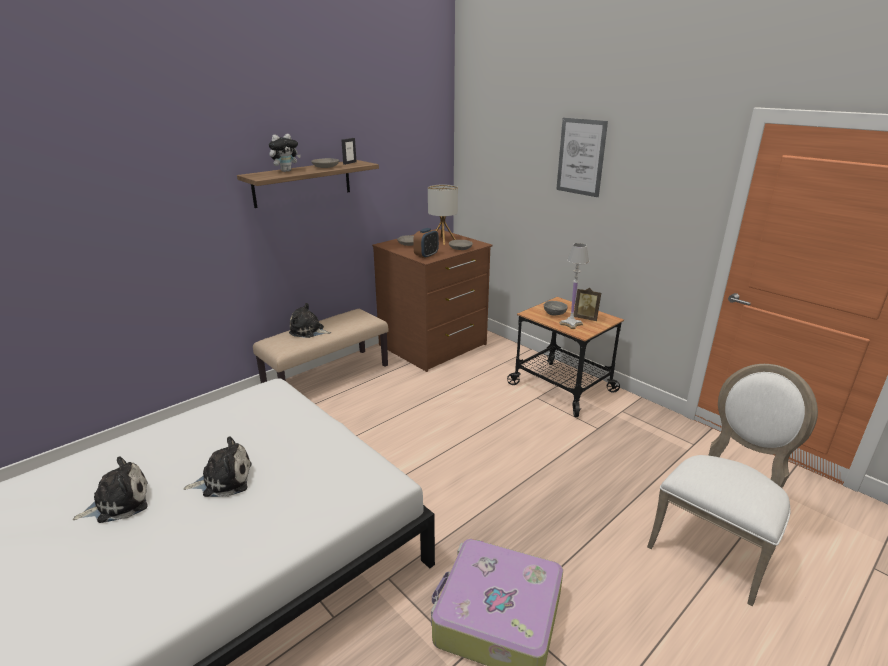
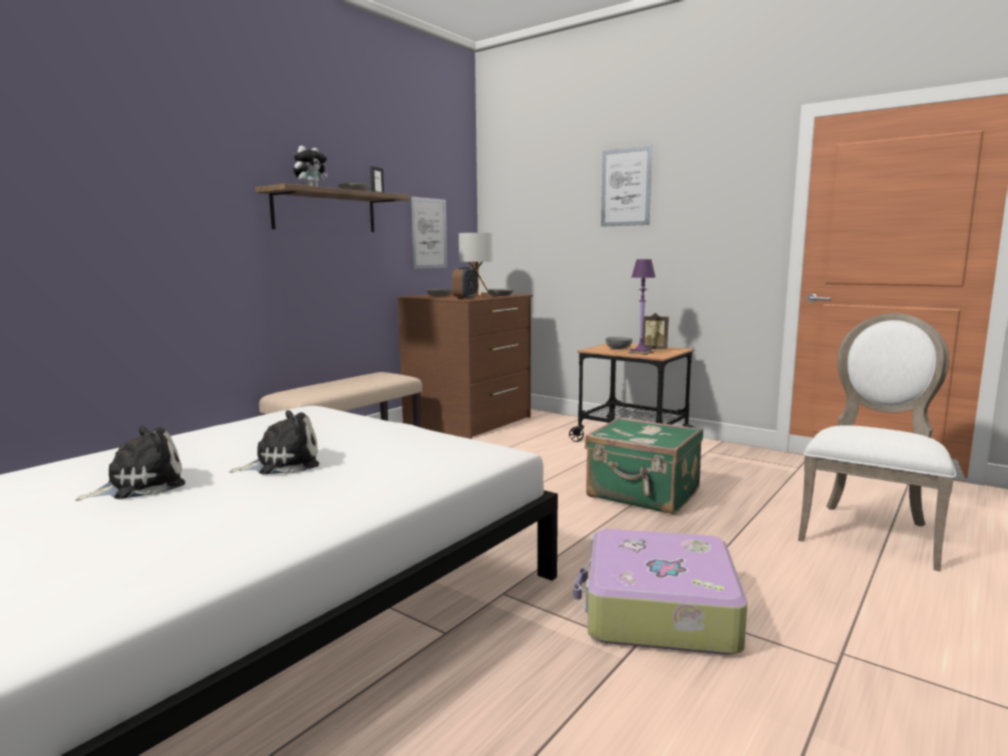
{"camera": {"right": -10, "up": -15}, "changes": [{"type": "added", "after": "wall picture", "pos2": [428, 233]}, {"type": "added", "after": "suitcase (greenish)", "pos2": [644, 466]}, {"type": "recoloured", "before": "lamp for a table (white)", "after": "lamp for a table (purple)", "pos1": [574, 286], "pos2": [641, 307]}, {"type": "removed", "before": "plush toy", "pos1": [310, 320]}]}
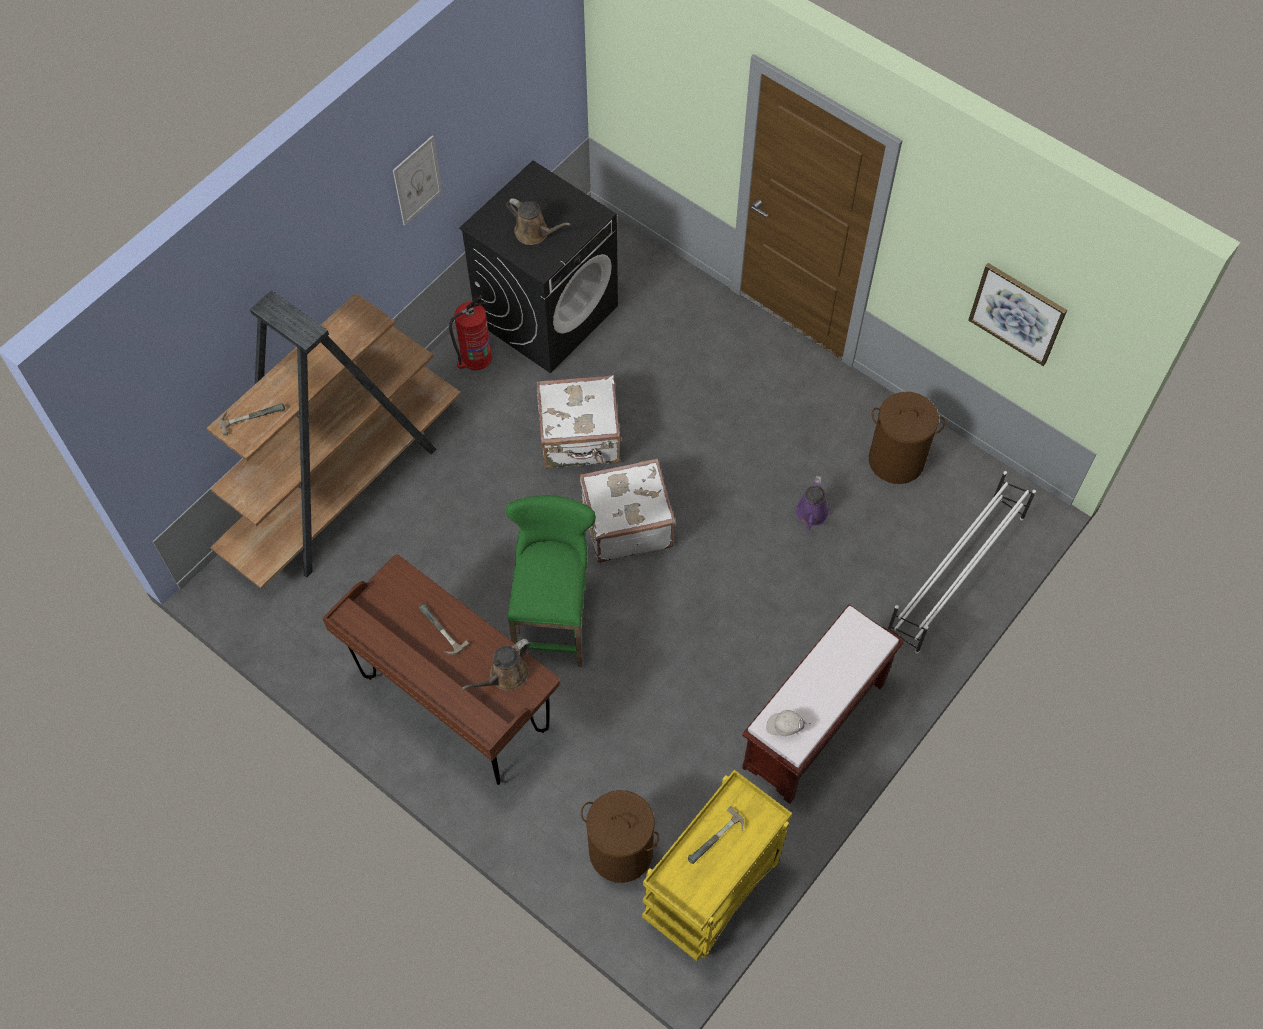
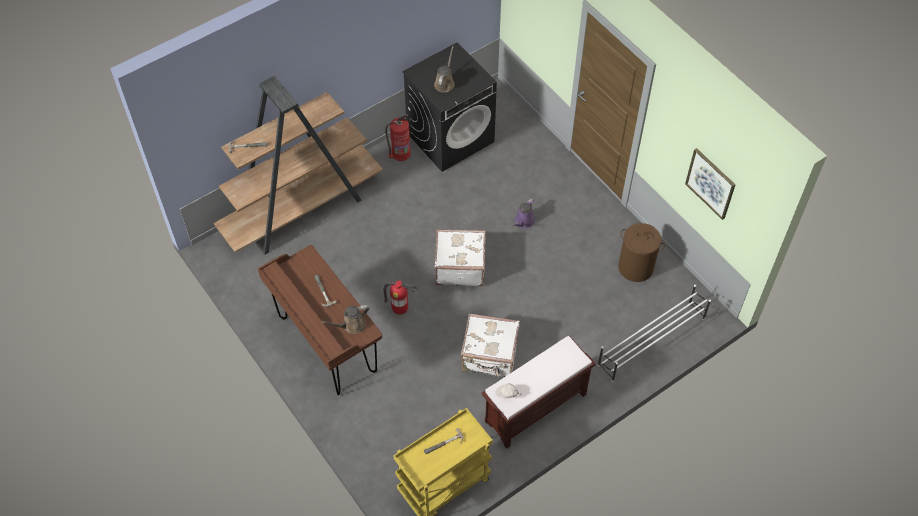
{"camera": {"right": 15, "up": -5}, "changes": [{"type": "replaced", "before": "stool (greenish)", "after": "fire-fighting cylinder", "pos1": [551, 581], "pos2": [400, 298]}, {"type": "turned", "before": "sprinkling can (brownish)", "pos1": [539, 221], "pos2": [444, 69], "turn": -120}, {"type": "moved", "before": "suitcase (white)", "pos1": [578, 422], "pos2": [490, 345]}, {"type": "moved", "before": "sprinkling can (purple)", "pos1": [812, 505], "pos2": [524, 213]}, {"type": "removed", "before": "wall picture", "pos1": [417, 180]}, {"type": "removed", "before": "laundry basket (brownish)", "pos1": [620, 836]}]}
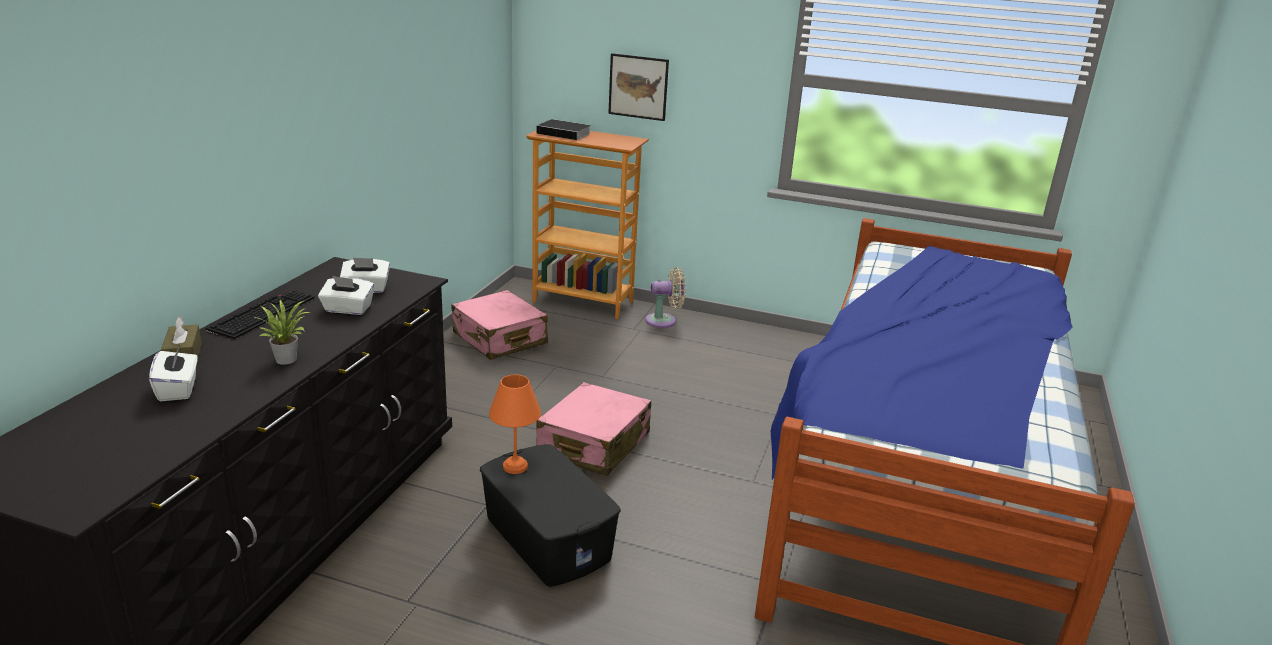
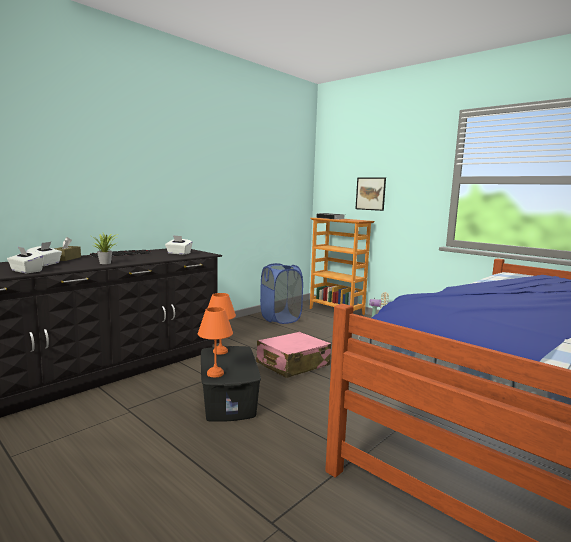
{"camera": {"right": 25, "up": -15}, "changes": [{"type": "moved", "before": "tissue box (white)", "pos1": [346, 295], "pos2": [25, 259]}, {"type": "added", "after": "lamp for a table (orange)", "pos2": [215, 342]}, {"type": "replaced", "before": "suitcase (pink-coloured)", "after": "laundry basket (bluish)", "pos1": [499, 325], "pos2": [281, 293]}]}
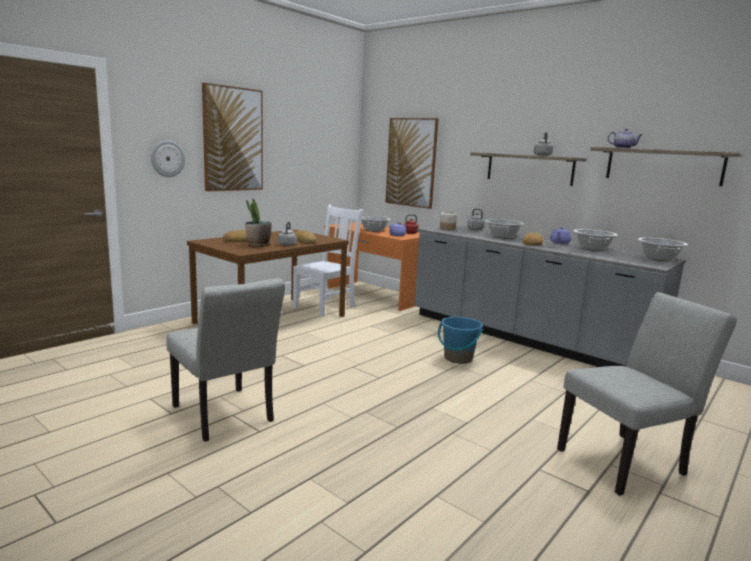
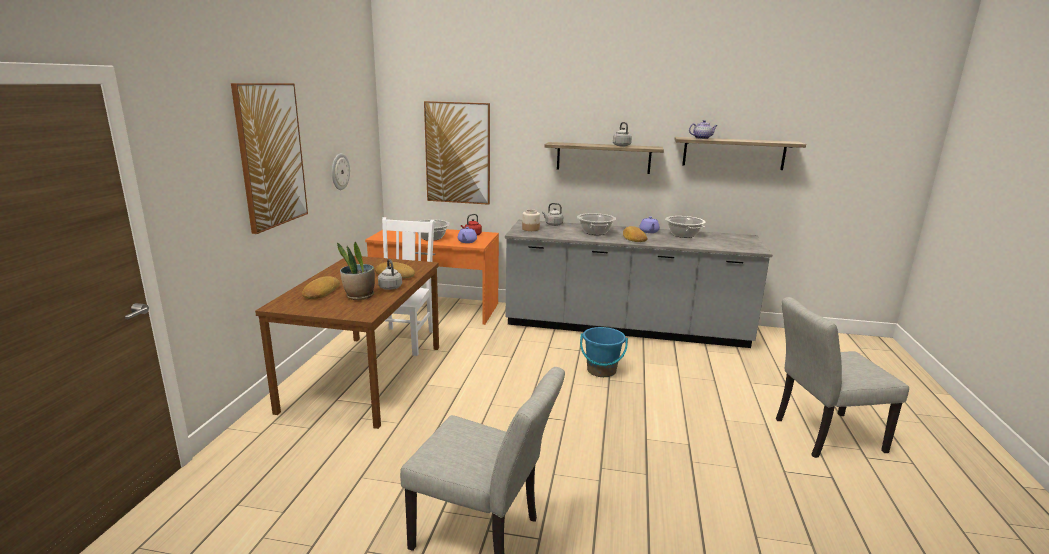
{"camera": {"right": -30, "up": 5}, "changes": [{"type": "moved", "before": "wall clock", "pos1": [168, 158], "pos2": [341, 171]}, {"type": "turned", "before": "upright chair (gray)", "pos1": [647, 394], "pos2": [842, 377], "turn": -135}, {"type": "removed", "before": "cooking pot", "pos1": [663, 249]}]}
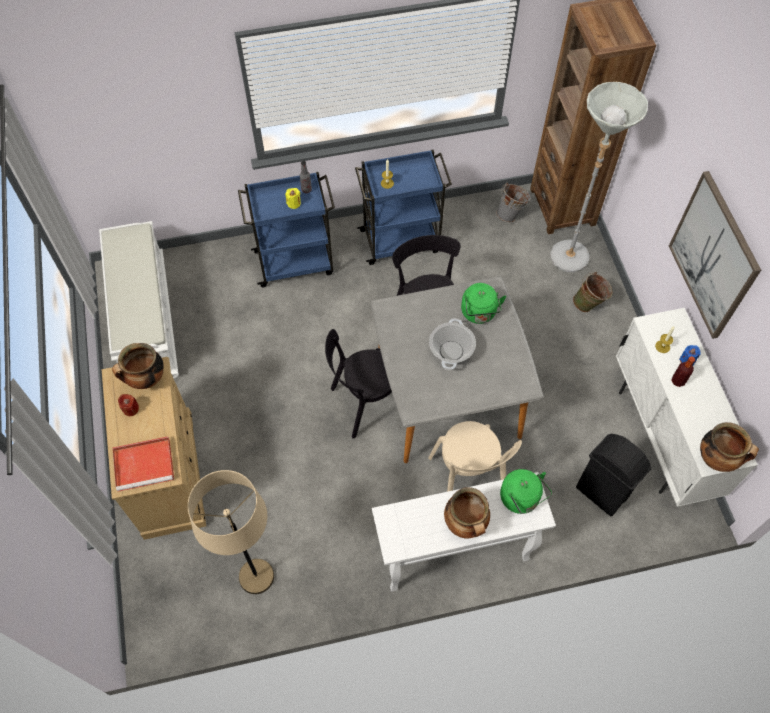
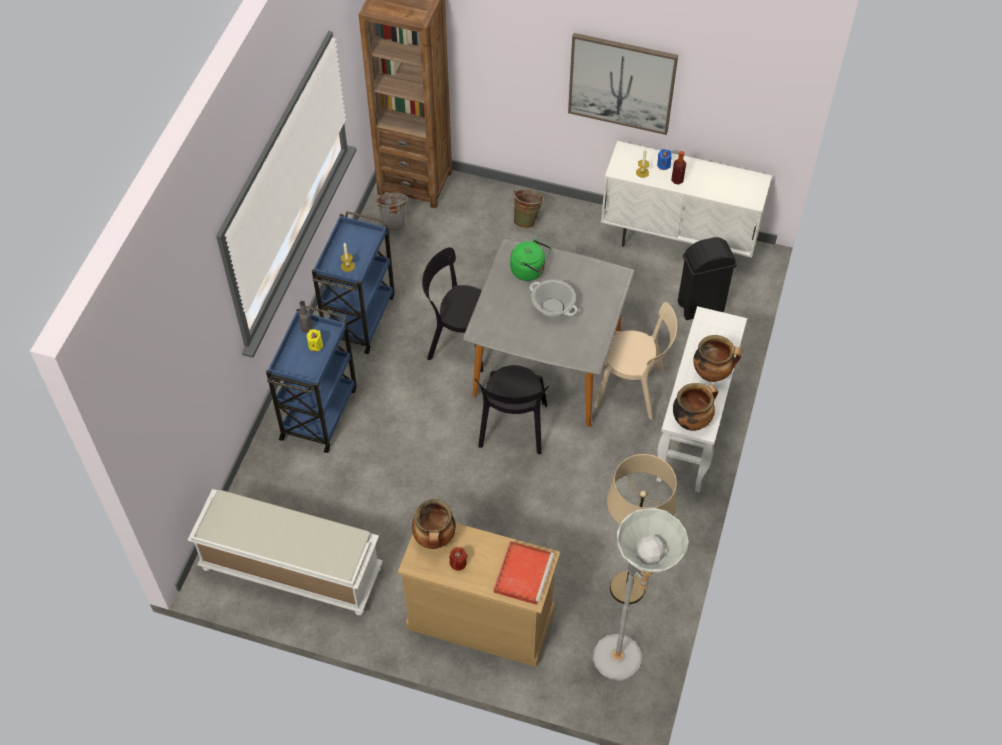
{"camera": {"right": -60, "up": -5}, "changes": [{"type": "moved", "before": "floor lamp (gray)", "pos1": [599, 177], "pos2": [641, 594]}, {"type": "moved", "before": "cooking pot", "pos1": [729, 447], "pos2": [695, 407]}, {"type": "removed", "before": "tea kettle (greenish)", "pos1": [526, 491]}]}
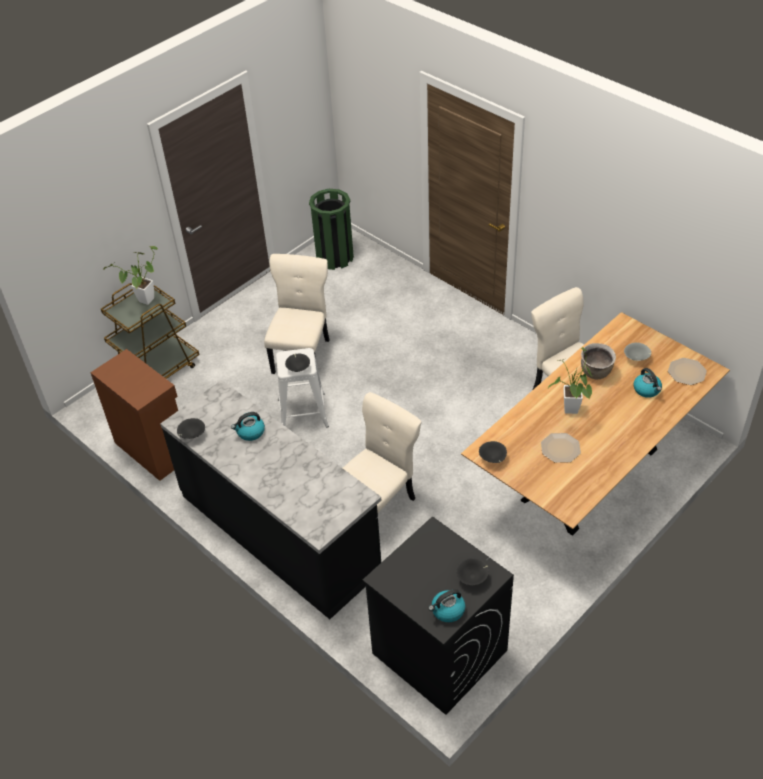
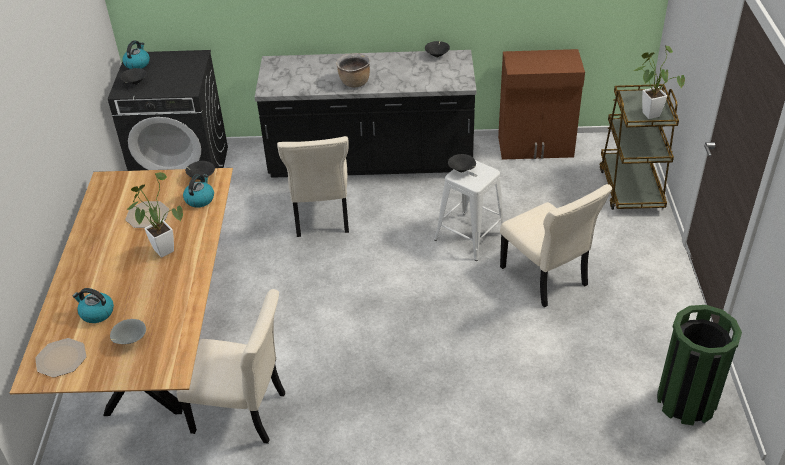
{"camera": {"right": 135, "up": -5}, "changes": [{"type": "moved", "before": "tea kettle", "pos1": [248, 426], "pos2": [198, 191]}, {"type": "moved", "before": "cooking pot (brownish)", "pos1": [598, 361], "pos2": [353, 70]}]}
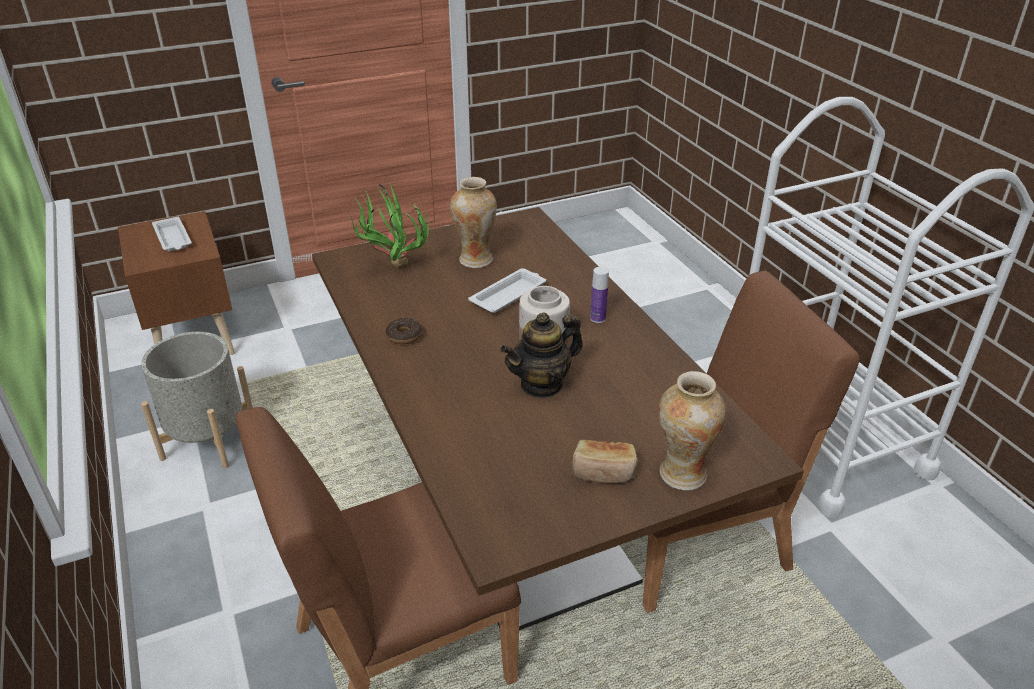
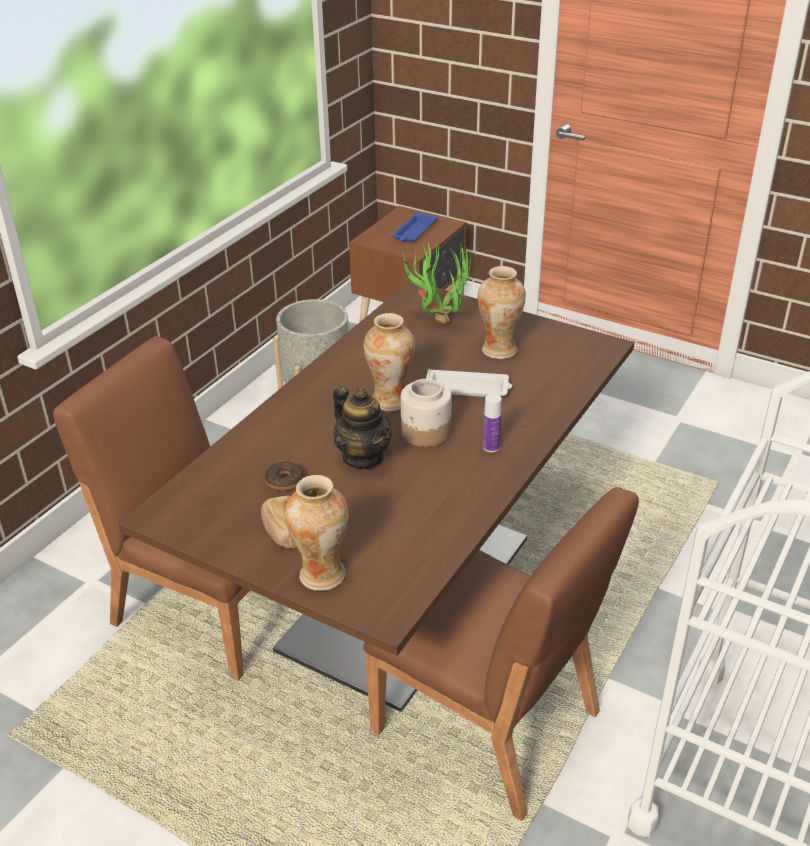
{"camera": {"right": 55, "up": 0}, "changes": [{"type": "moved", "before": "doughnut", "pos1": [404, 331], "pos2": [284, 476]}, {"type": "turned", "before": "tea pot", "pos1": [541, 355], "pos2": [362, 427], "turn": -150}, {"type": "added", "after": "vase", "pos2": [389, 362]}, {"type": "recoloured", "before": "serving tray (white)", "after": "serving tray (bluish)", "pos1": [172, 234], "pos2": [414, 227]}]}
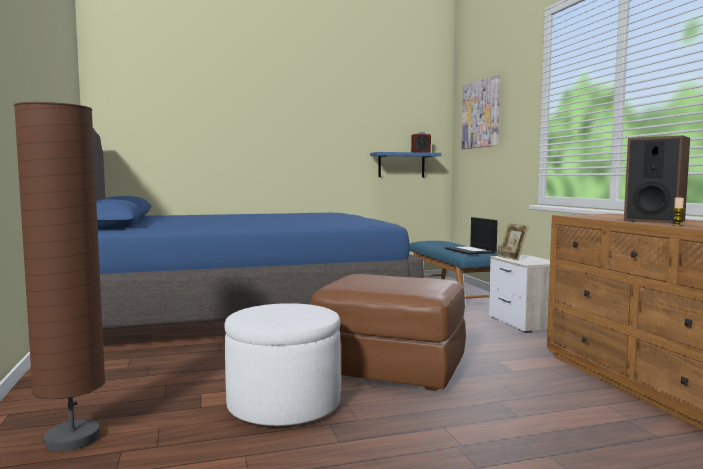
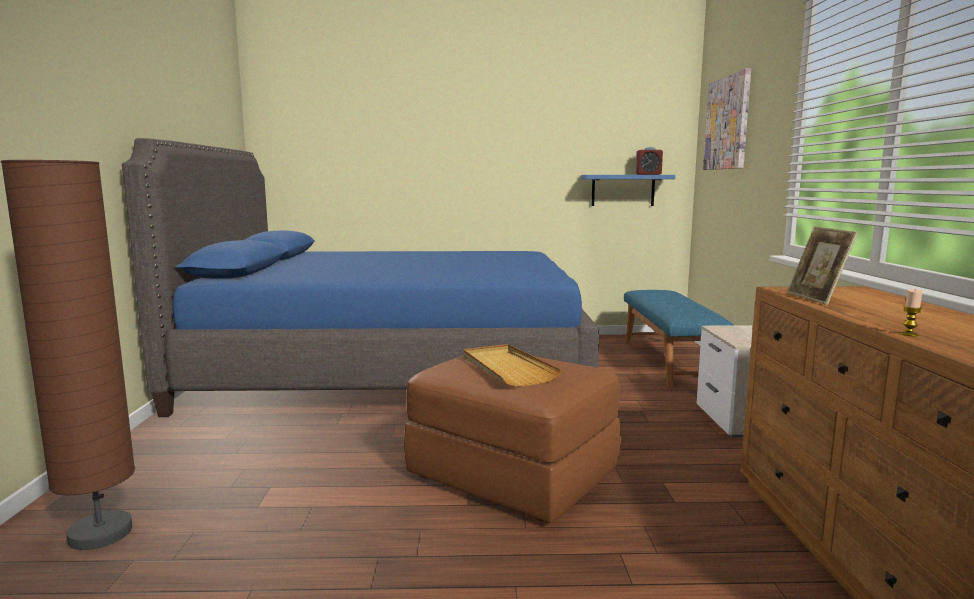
{"camera": {"right": 15, "up": 5}, "changes": [{"type": "added", "after": "serving tray (beige-coloured)", "pos2": [512, 365]}, {"type": "moved", "before": "picture frame", "pos1": [513, 242], "pos2": [822, 265]}, {"type": "removed", "before": "pouffe (white)", "pos1": [282, 364]}, {"type": "removed", "before": "notebook computer", "pos1": [471, 236]}, {"type": "removed", "before": "audio speaker", "pos1": [657, 179]}]}
